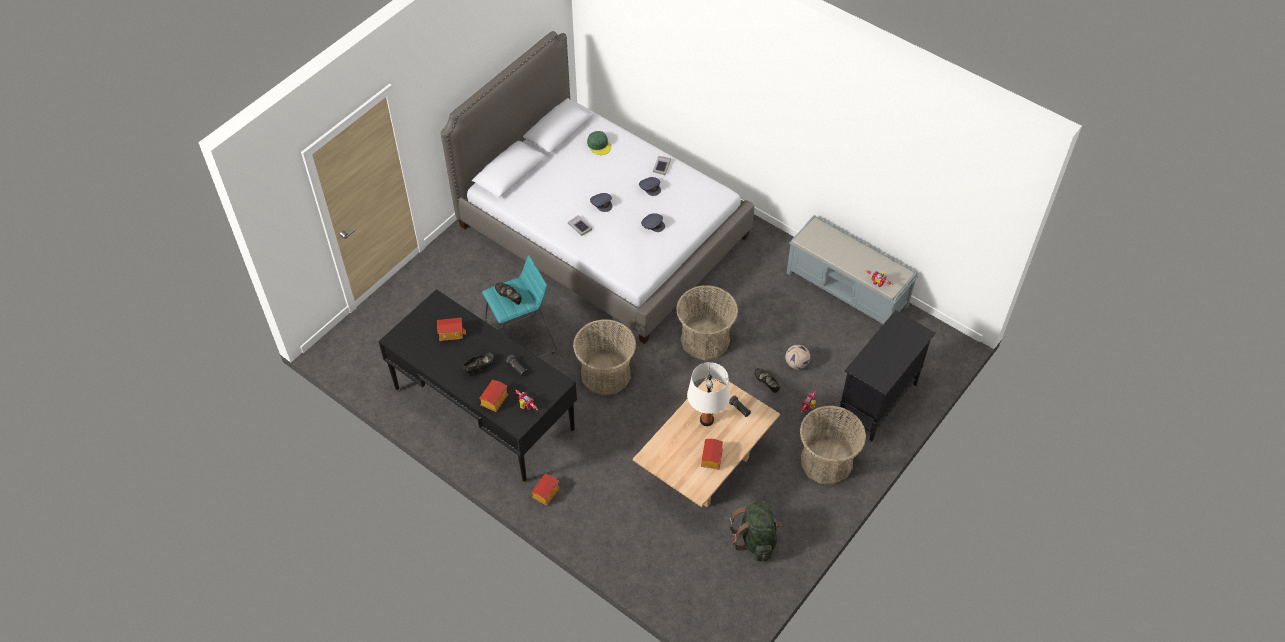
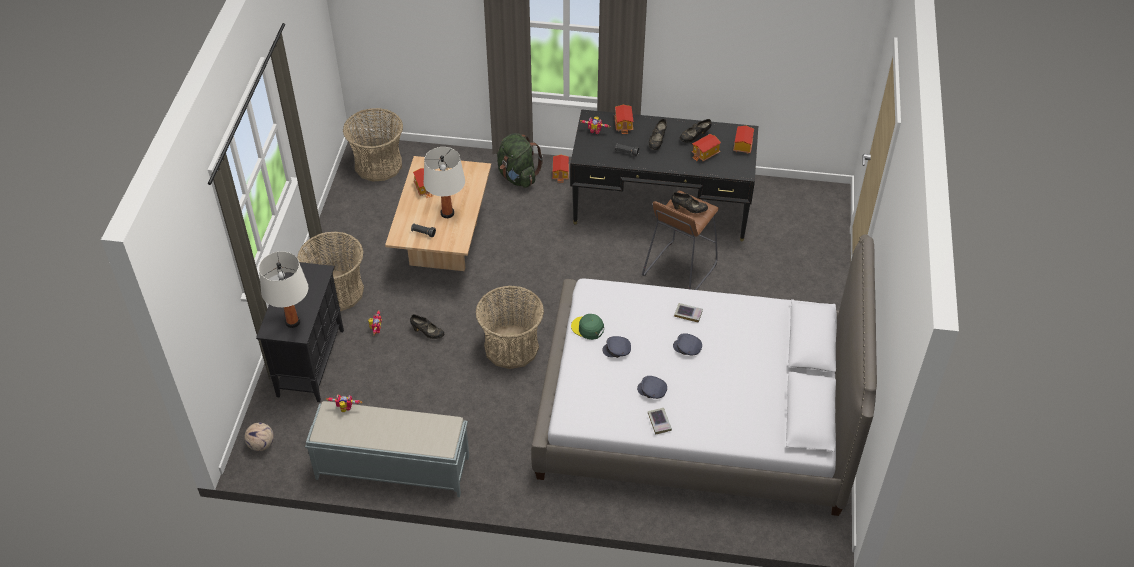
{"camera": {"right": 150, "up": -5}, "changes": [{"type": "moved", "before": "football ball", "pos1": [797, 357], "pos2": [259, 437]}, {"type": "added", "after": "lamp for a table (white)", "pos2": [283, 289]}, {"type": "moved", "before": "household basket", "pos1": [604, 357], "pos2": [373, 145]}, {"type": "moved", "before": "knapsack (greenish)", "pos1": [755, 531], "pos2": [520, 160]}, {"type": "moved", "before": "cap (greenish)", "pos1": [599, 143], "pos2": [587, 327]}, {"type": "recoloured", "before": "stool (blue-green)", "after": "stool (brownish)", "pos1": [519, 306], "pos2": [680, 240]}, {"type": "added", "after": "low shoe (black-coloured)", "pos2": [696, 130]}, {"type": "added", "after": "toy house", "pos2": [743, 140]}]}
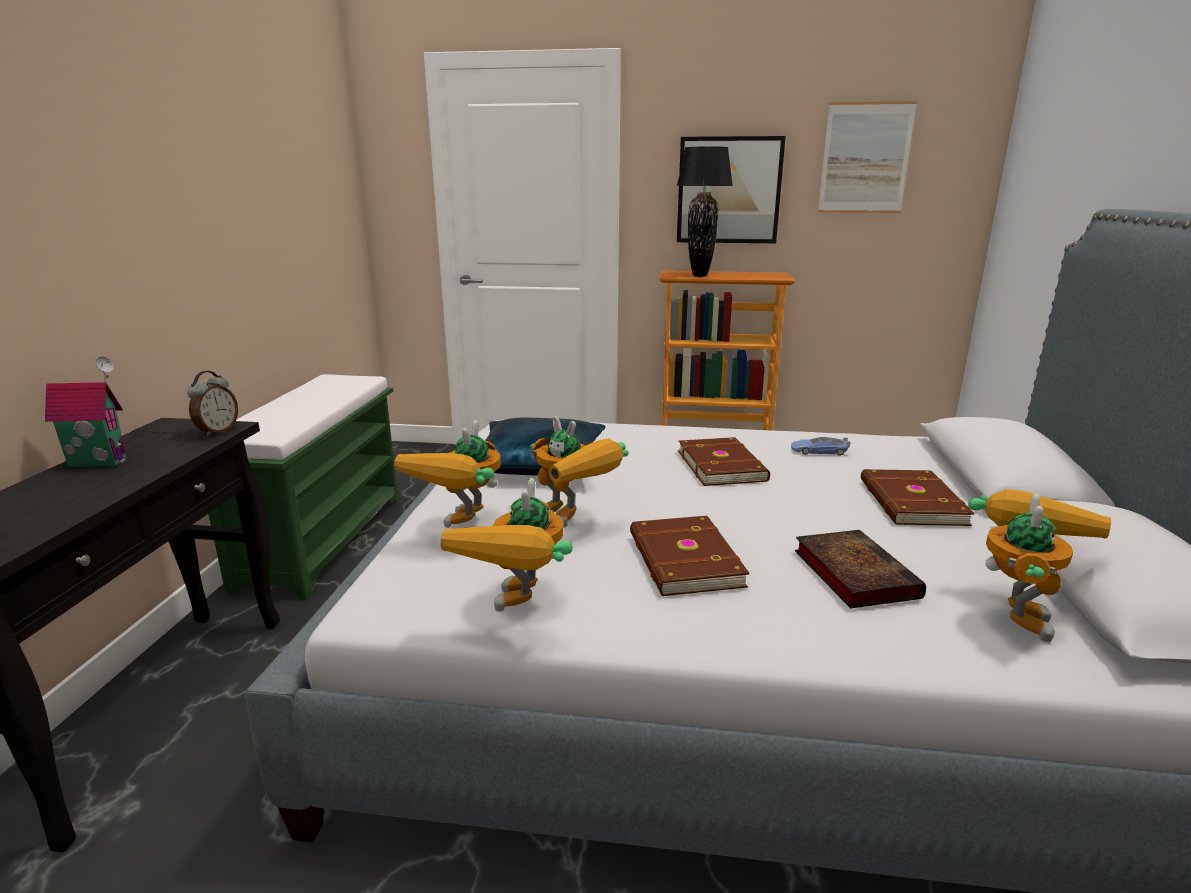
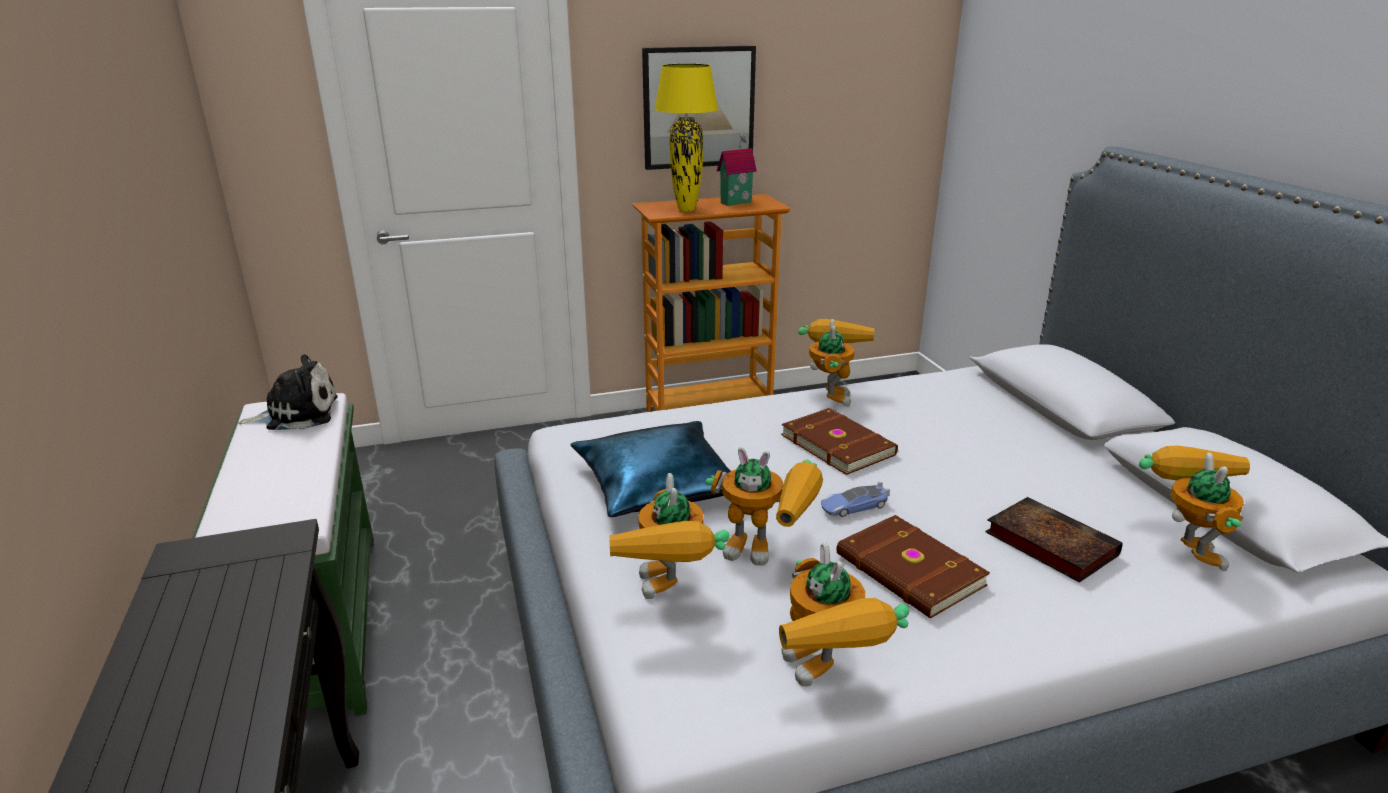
{"camera": {"right": -25, "up": 5}, "changes": [{"type": "added", "after": "plush toy", "pos2": [288, 392]}, {"type": "recoloured", "before": "lamp for a table (black-coloured)", "after": "lamp for a table (yellow)", "pos1": [705, 211], "pos2": [686, 138]}, {"type": "moved", "before": "toy house", "pos1": [85, 411], "pos2": [737, 169]}, {"type": "added", "after": "toy robot", "pos2": [836, 363]}, {"type": "moved", "before": "miniature car", "pos1": [820, 446], "pos2": [855, 499]}, {"type": "removed", "before": "table clock", "pos1": [212, 404]}, {"type": "removed", "before": "wall picture", "pos1": [867, 157]}, {"type": "removed", "before": "bound book (brownish)", "pos1": [918, 497]}]}
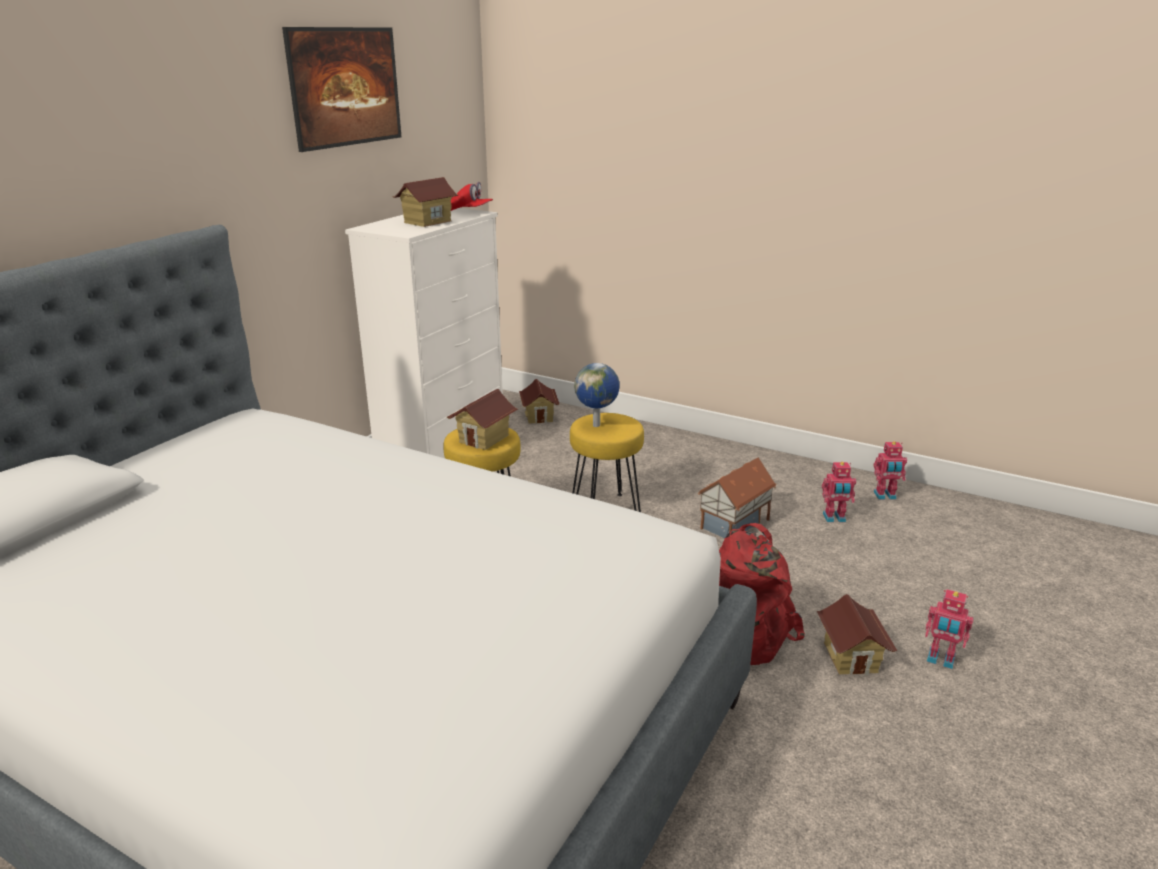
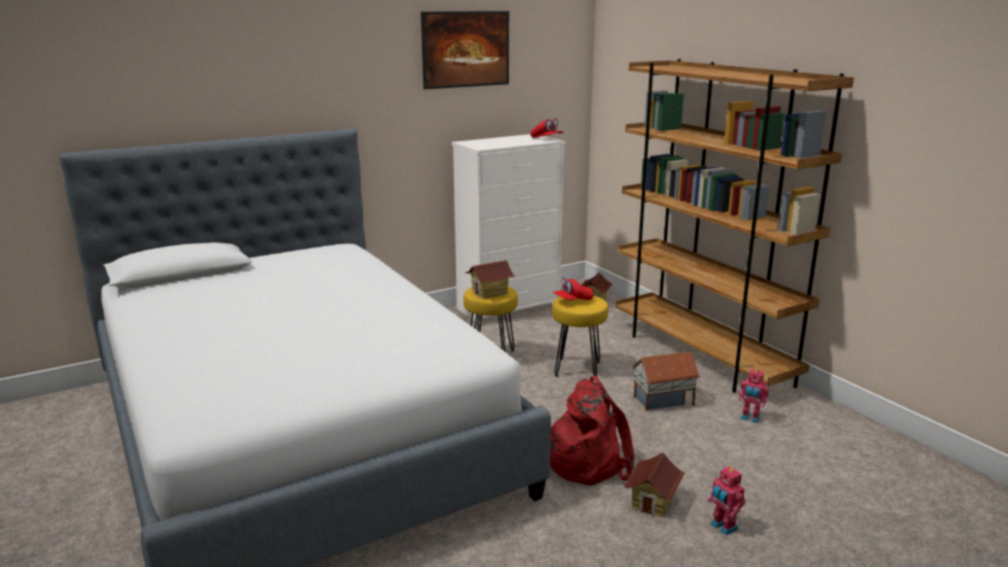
{"camera": {"right": 30, "up": -5}, "changes": [{"type": "replaced", "before": "world globe", "after": "cap (red)", "pos1": [597, 395], "pos2": [573, 288]}, {"type": "added", "after": "bookshelf (brownish)", "pos2": [735, 226]}, {"type": "removed", "before": "toy house", "pos1": [425, 202]}, {"type": "removed", "before": "toy robot", "pos1": [890, 470]}]}
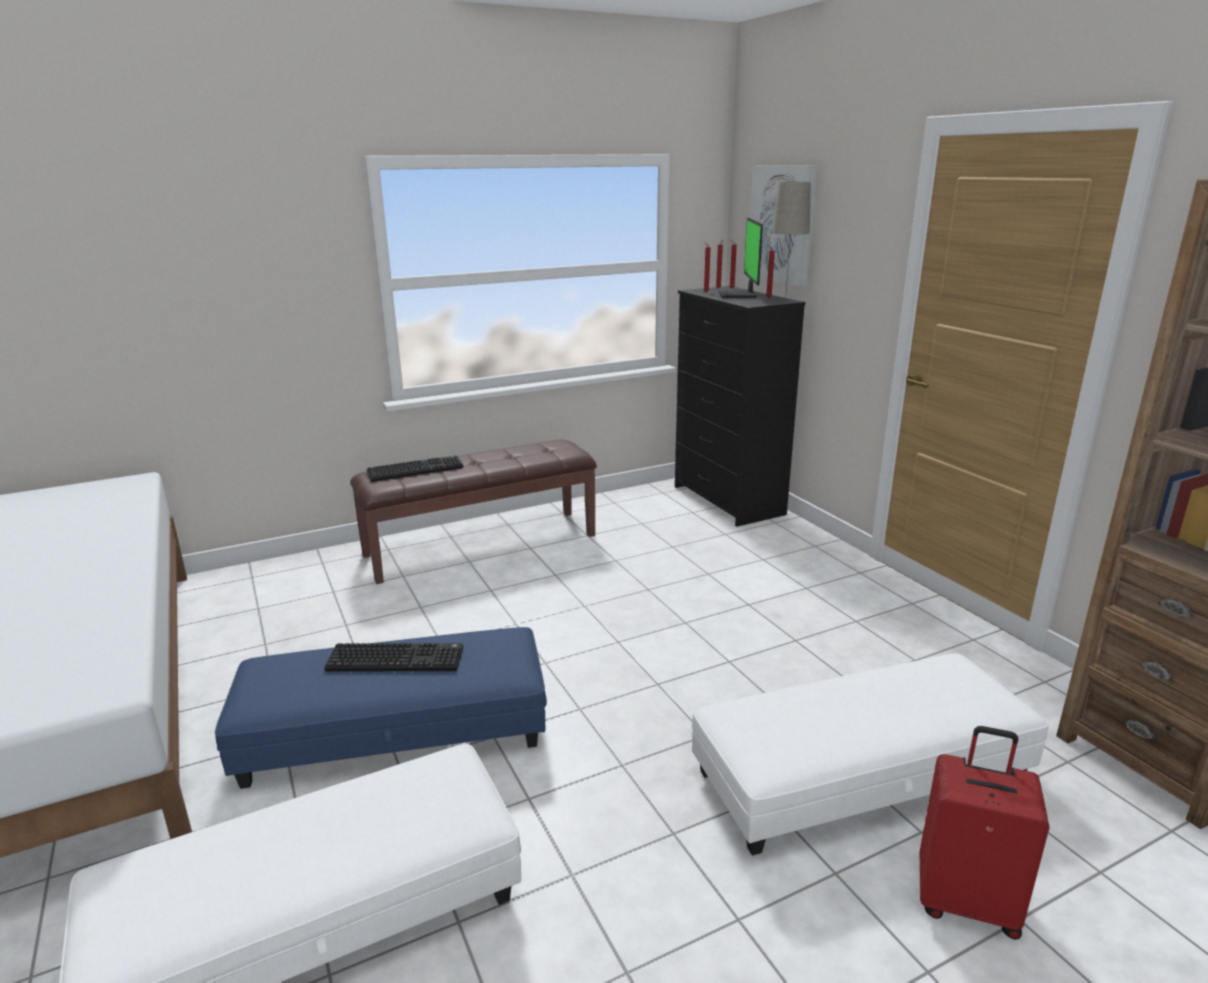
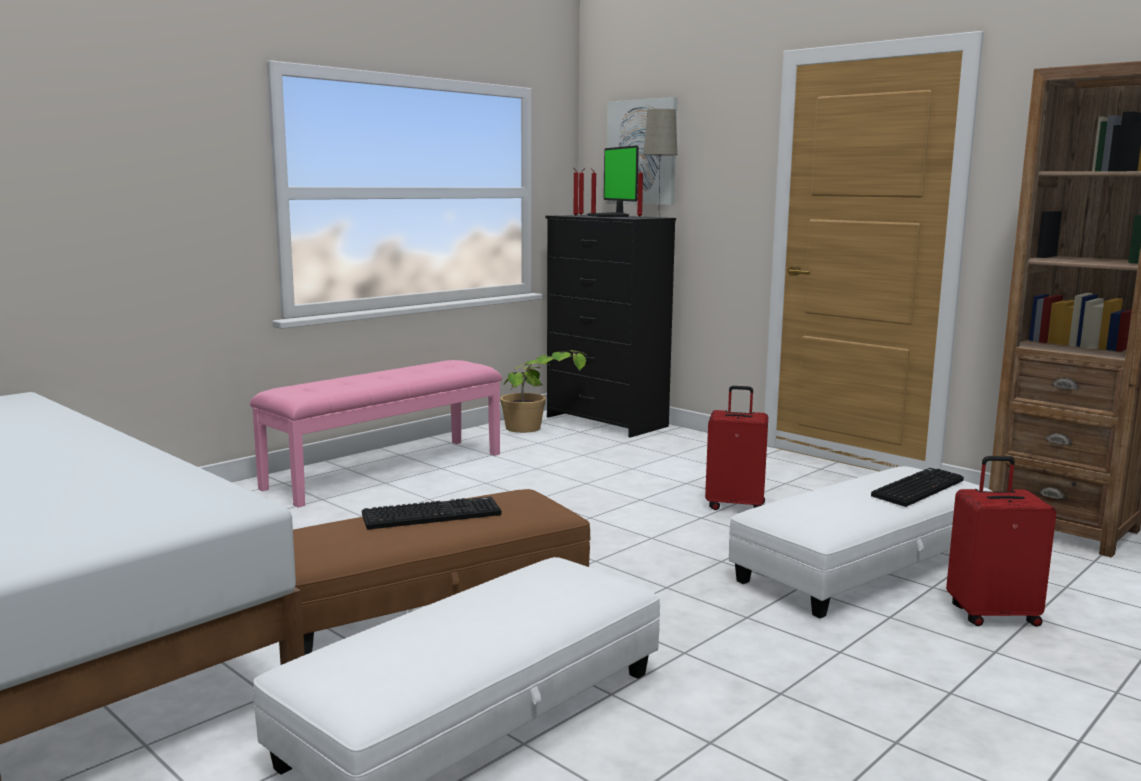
{"camera": {"right": -20, "up": -10}, "changes": [{"type": "recoloured", "before": "indoor bench (brownish)", "after": "indoor bench (pink-coloured)", "pos1": [473, 512], "pos2": [376, 434]}, {"type": "recoloured", "before": "pouffe (bluish)", "after": "pouffe (brownish)", "pos1": [381, 708], "pos2": [441, 572]}, {"type": "added", "after": "potted plant", "pos2": [543, 391]}, {"type": "added", "after": "suitcase (red)", "pos2": [736, 448]}, {"type": "moved", "before": "PC keyboard", "pos1": [415, 468], "pos2": [917, 487]}]}
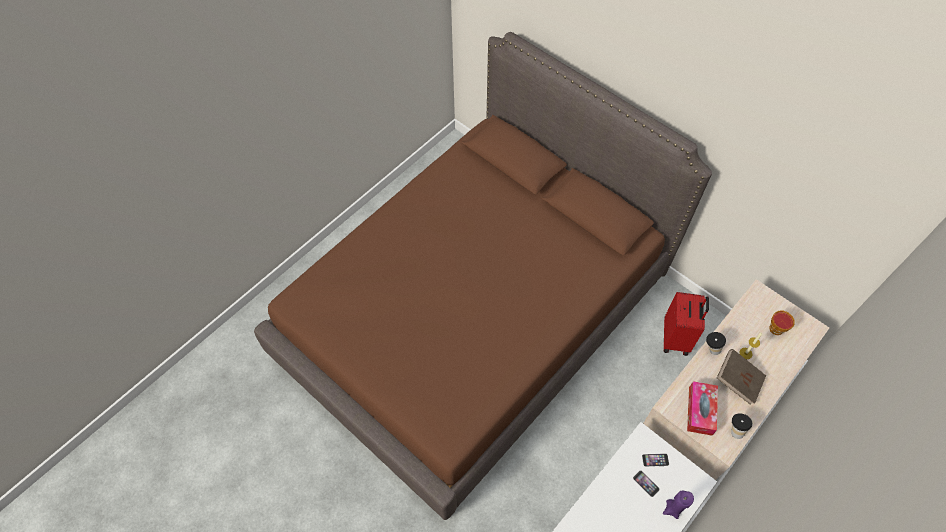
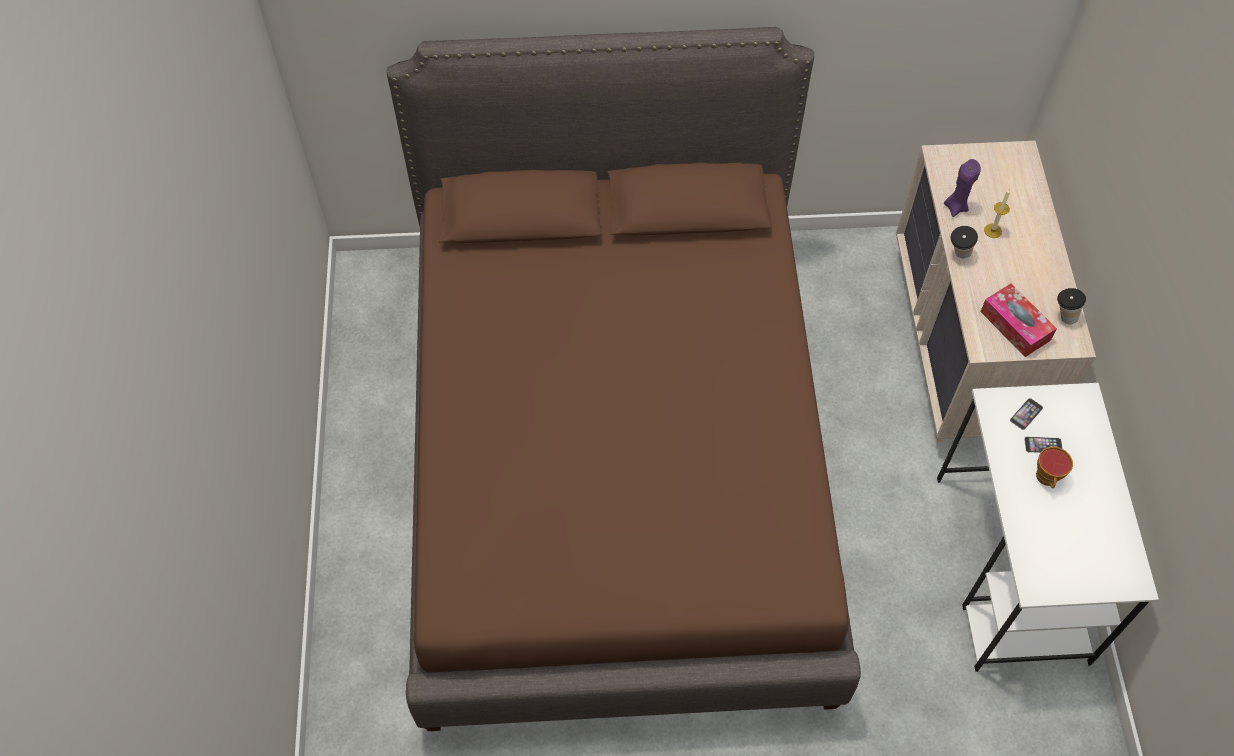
{"camera": {"right": -45, "up": 0}, "changes": [{"type": "moved", "before": "candle (purple)", "pos1": [678, 505], "pos2": [962, 188]}, {"type": "moved", "before": "small cup", "pos1": [782, 323], "pos2": [1054, 467]}, {"type": "removed", "before": "suitcase (red)", "pos1": [686, 324]}, {"type": "removed", "before": "bound book (brownish)", "pos1": [741, 376]}]}
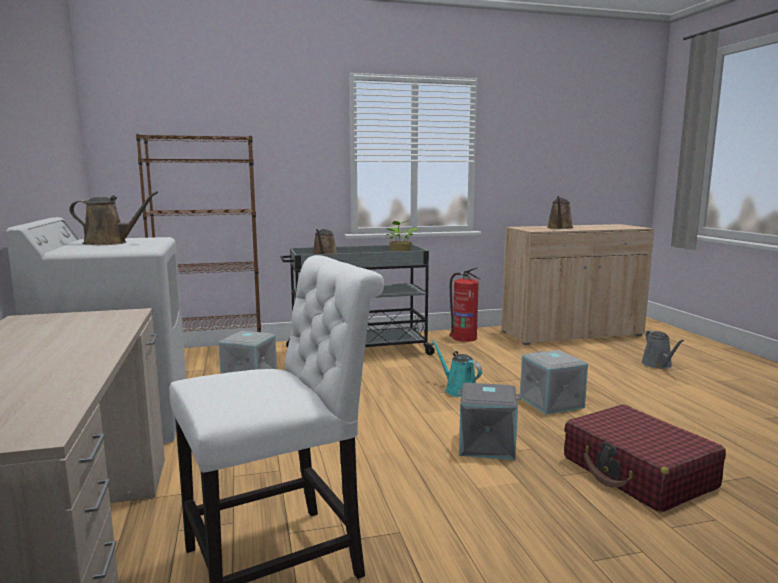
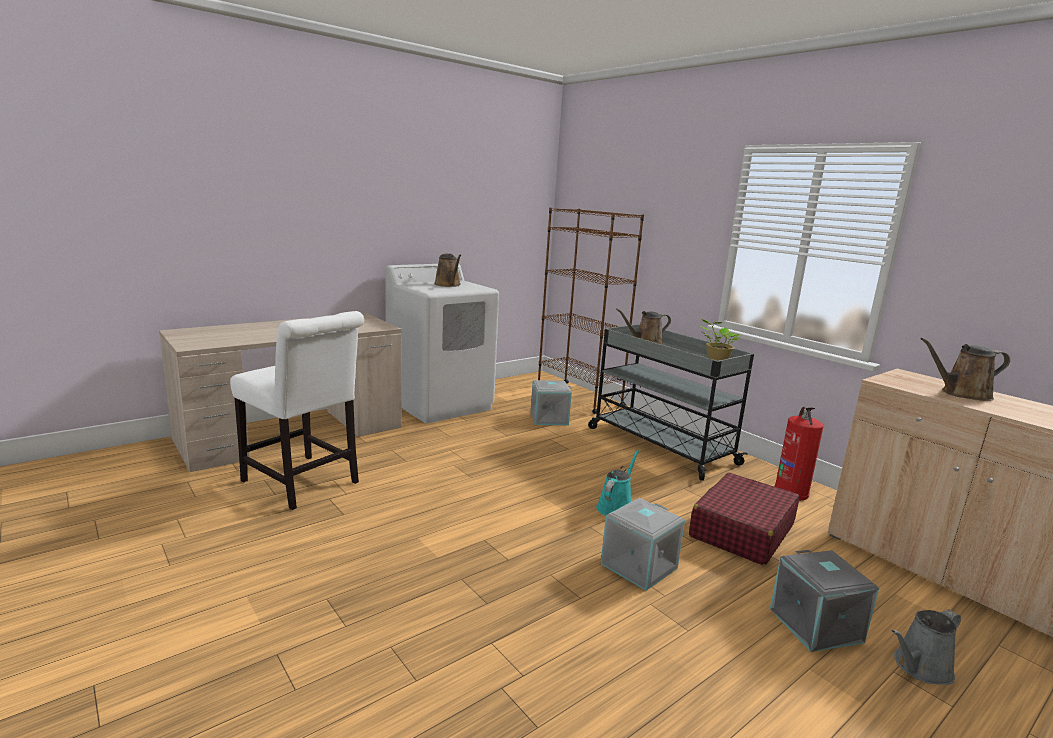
{"camera": {"right": 65, "up": 5}, "changes": [{"type": "moved", "before": "suitcase (red)", "pos1": [645, 458], "pos2": [744, 519]}, {"type": "moved", "before": "storage container (gray)", "pos1": [489, 421], "pos2": [824, 601]}]}
